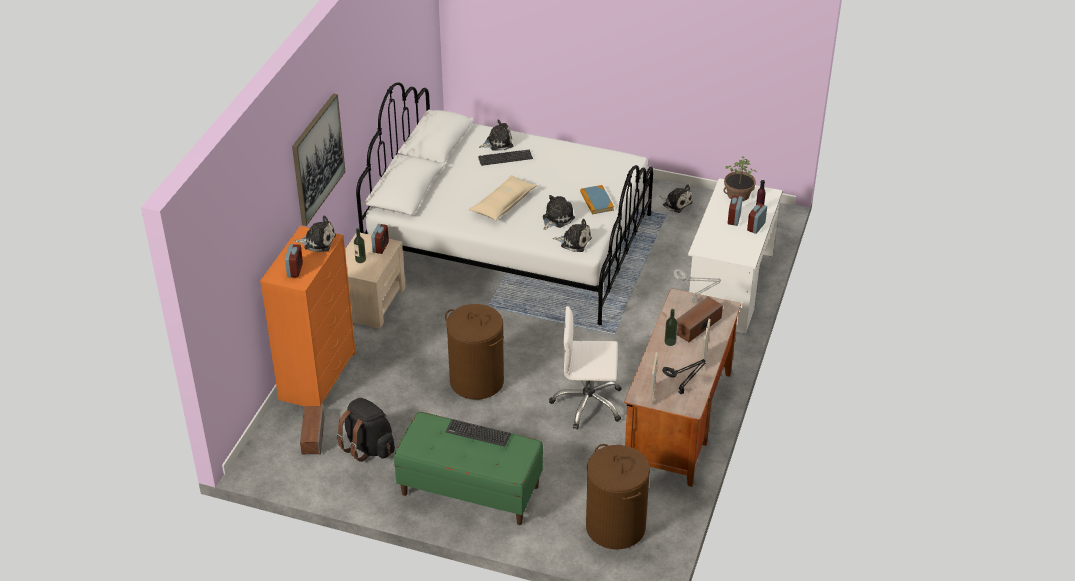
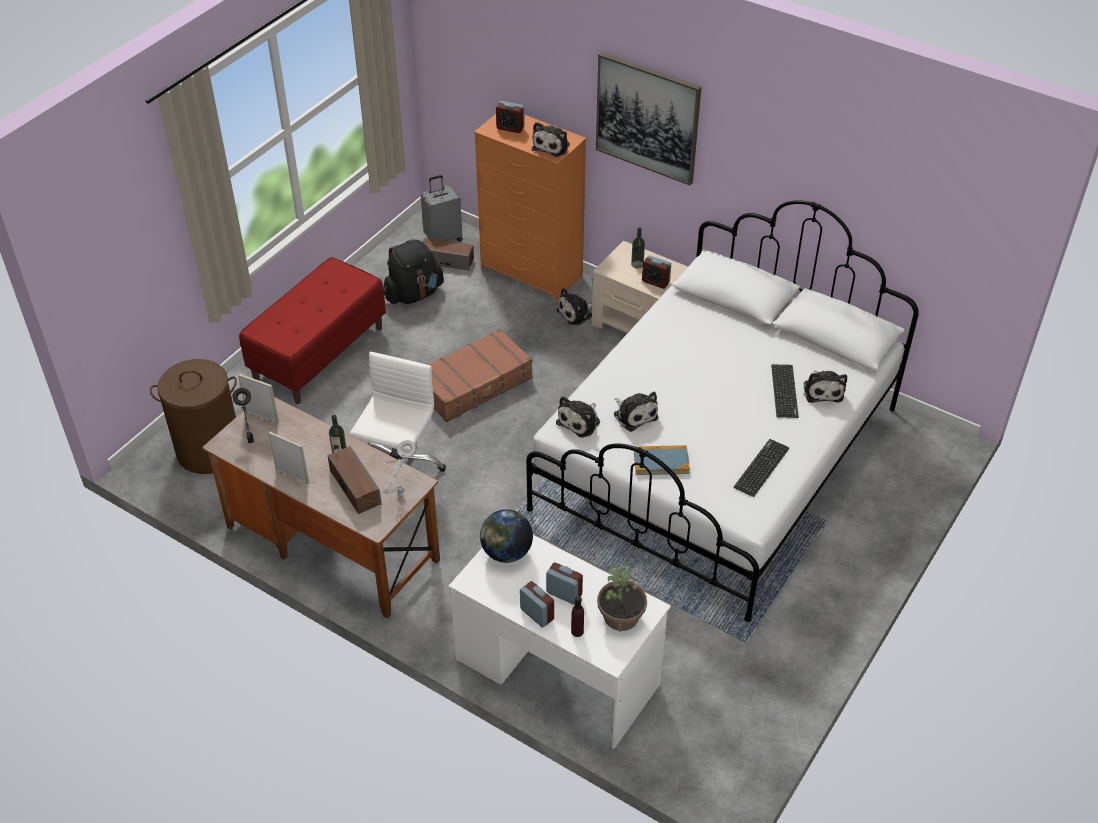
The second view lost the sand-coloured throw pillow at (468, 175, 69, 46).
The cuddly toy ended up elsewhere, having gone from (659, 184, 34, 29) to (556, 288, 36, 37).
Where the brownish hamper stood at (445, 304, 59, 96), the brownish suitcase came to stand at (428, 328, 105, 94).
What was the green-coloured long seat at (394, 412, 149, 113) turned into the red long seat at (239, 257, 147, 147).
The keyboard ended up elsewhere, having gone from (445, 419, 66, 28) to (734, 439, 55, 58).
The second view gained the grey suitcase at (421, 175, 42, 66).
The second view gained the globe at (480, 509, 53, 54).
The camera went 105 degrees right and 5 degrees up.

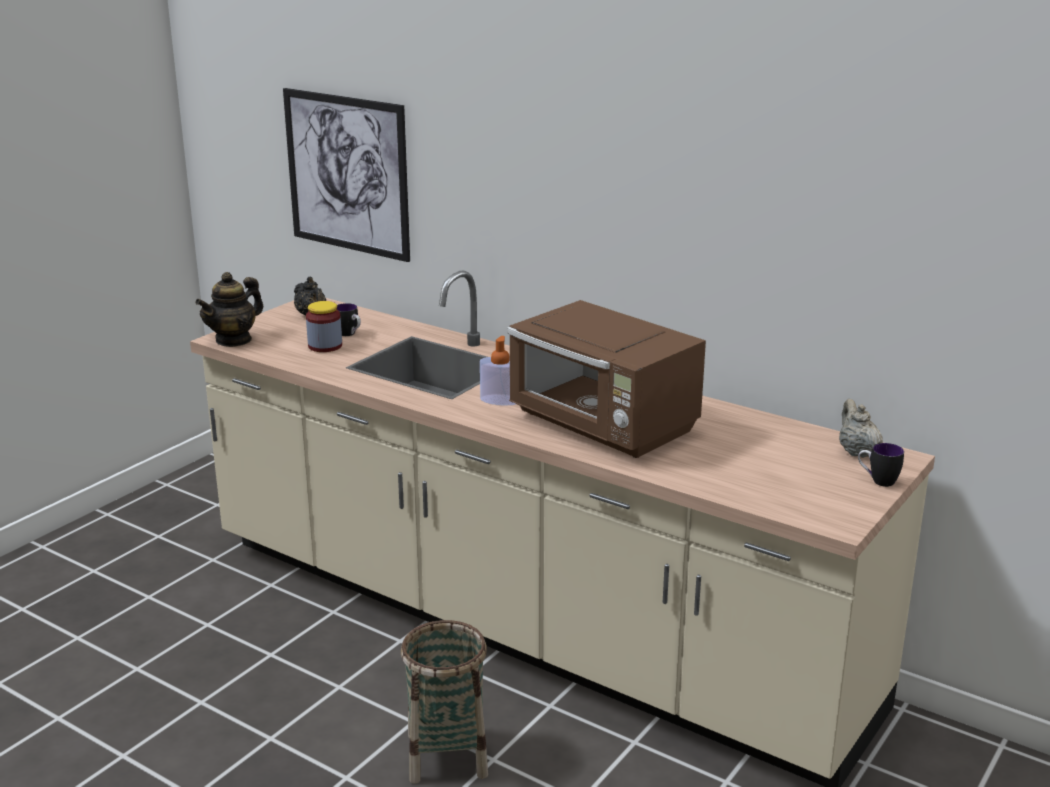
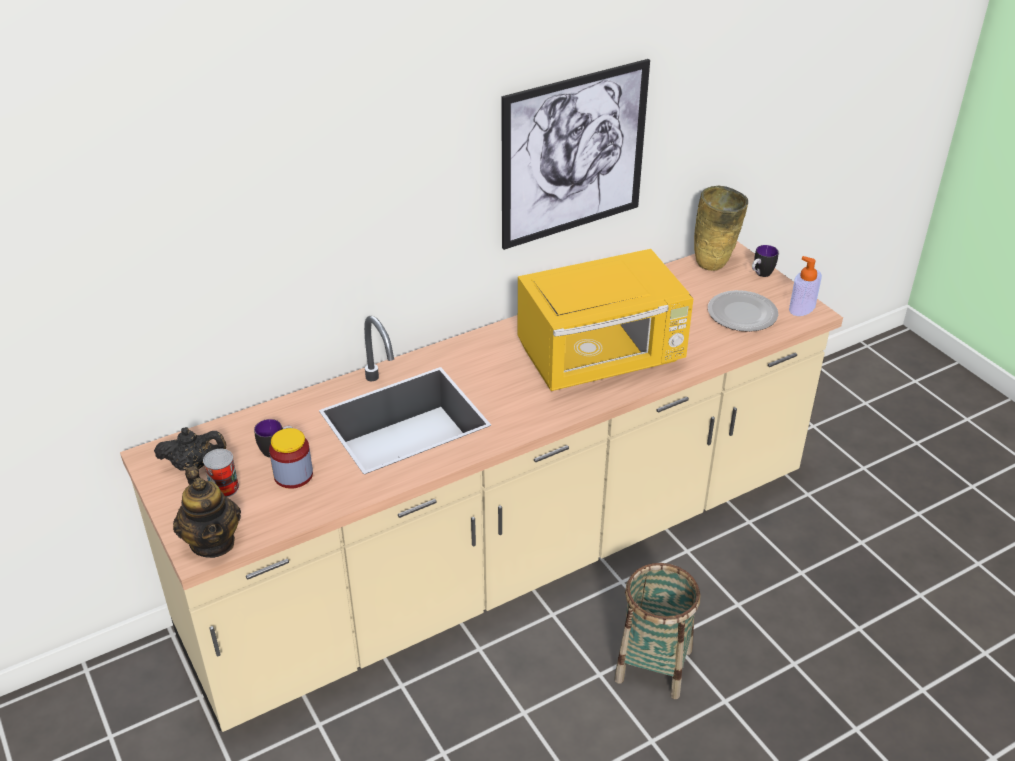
The wall art ended up elsewhere, having gone from (283, 88, 127, 174) to (501, 59, 149, 191).
What was the brownish kitchen microwave at (507, 300, 199, 158) turned into the yellowish kitchen microwave at (517, 249, 177, 142).
The liquid soap bottle ended up elsewhere, having gone from (480, 336, 35, 70) to (789, 256, 33, 60).
Where the sand-coloured teapot stood at (839, 399, 44, 59), the sand-coloured decorative vase came to stand at (694, 186, 54, 85).
The second view gained the dinner plate at (708, 290, 70, 42).
The second view gained the metal can at (203, 449, 36, 48).
The camera went 65 degrees left and 15 degrees up.

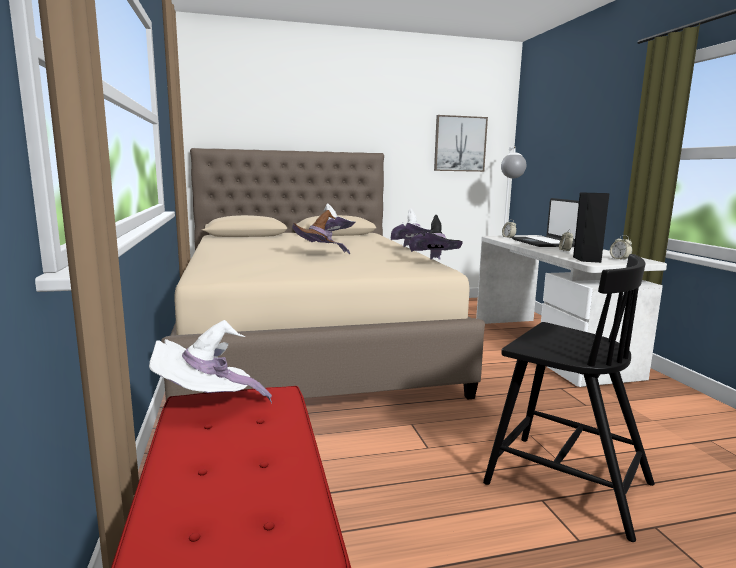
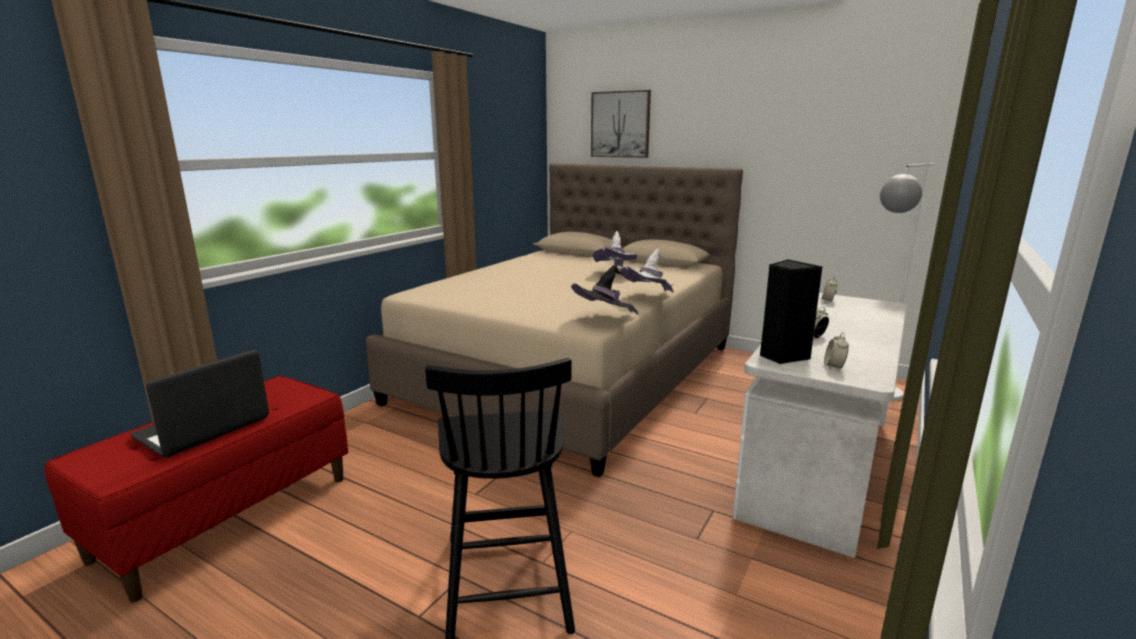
The wall art ended up elsewhere, having gone from (434, 115, 54, 57) to (591, 90, 60, 68).
The portable computer ended up elsewhere, having gone from (512, 198, 67, 49) to (130, 350, 139, 107).
The second view lost the brownish wearable hat at (292, 210, 58, 44).
The second view lost the white wearable hat at (149, 320, 123, 84).
The camera went 45 degrees right and 5 degrees up.

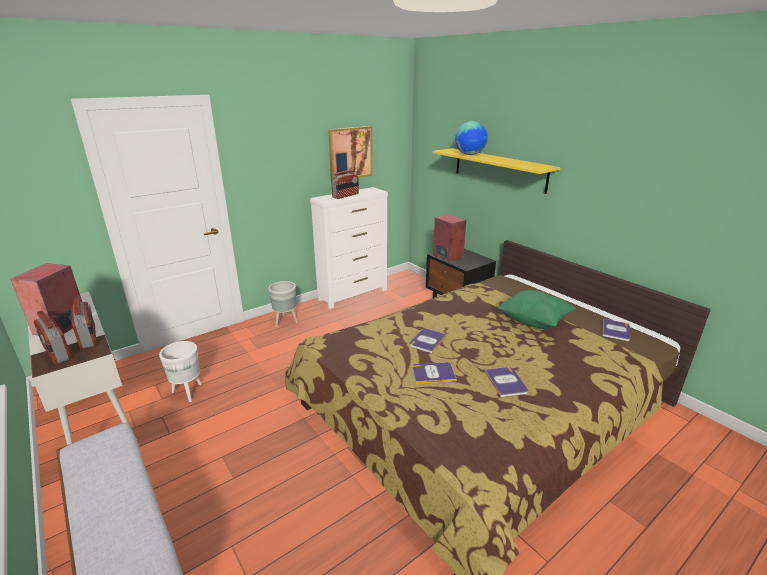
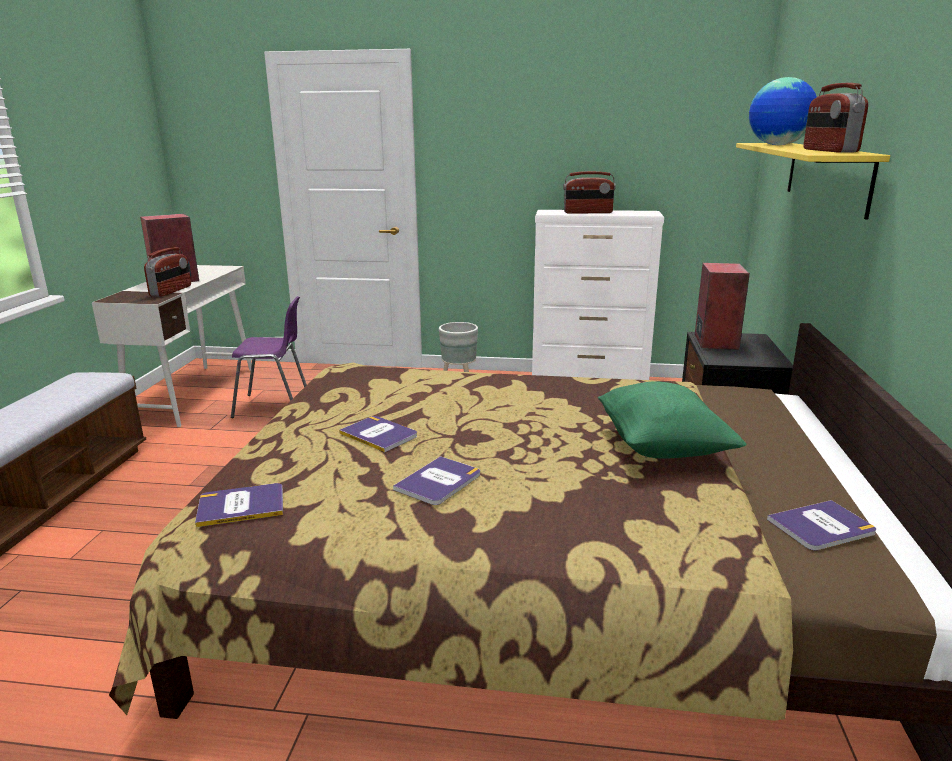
The second view lost the wall art at (328, 126, 45, 55).
The radio receiver ended up elsewhere, having gone from (34, 311, 37, 53) to (804, 83, 64, 70).
The bound book ended up elsewhere, having gone from (409, 328, 38, 25) to (195, 483, 88, 44).
Where the white planter stood at (159, 341, 43, 61), the purple-coloured chair came to stand at (231, 296, 76, 122).
The camera went 45 degrees right and 5 degrees down.

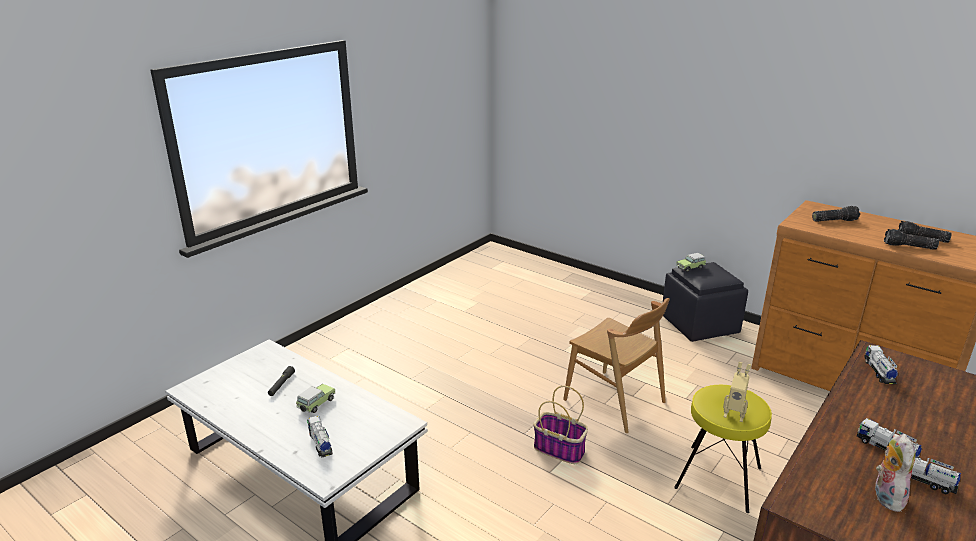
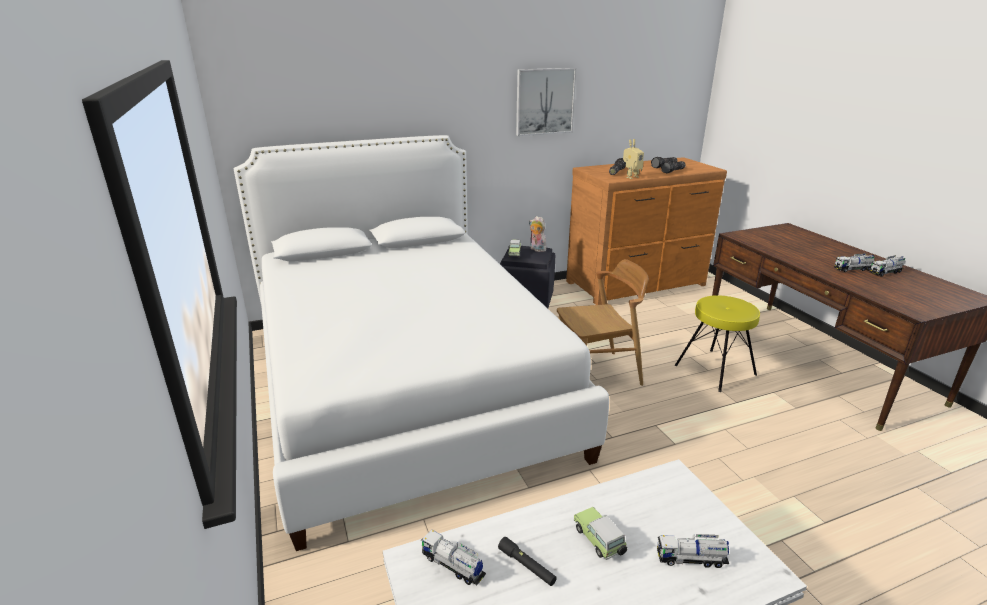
The toy lorry ended up elsewhere, having gone from (864, 345, 34, 39) to (422, 530, 64, 55).
The toy robot ended up elsewhere, having gone from (723, 362, 28, 60) to (623, 139, 21, 40).
The second view lost the household basket at (533, 386, 55, 78).
The cuddly toy ended up elsewhere, having gone from (875, 434, 41, 78) to (529, 216, 17, 36).
The second view gained the wall art at (516, 68, 60, 68).
The second view gained the white bed at (234, 135, 375, 416).
The camera went 60 degrees left and 0 degrees up.

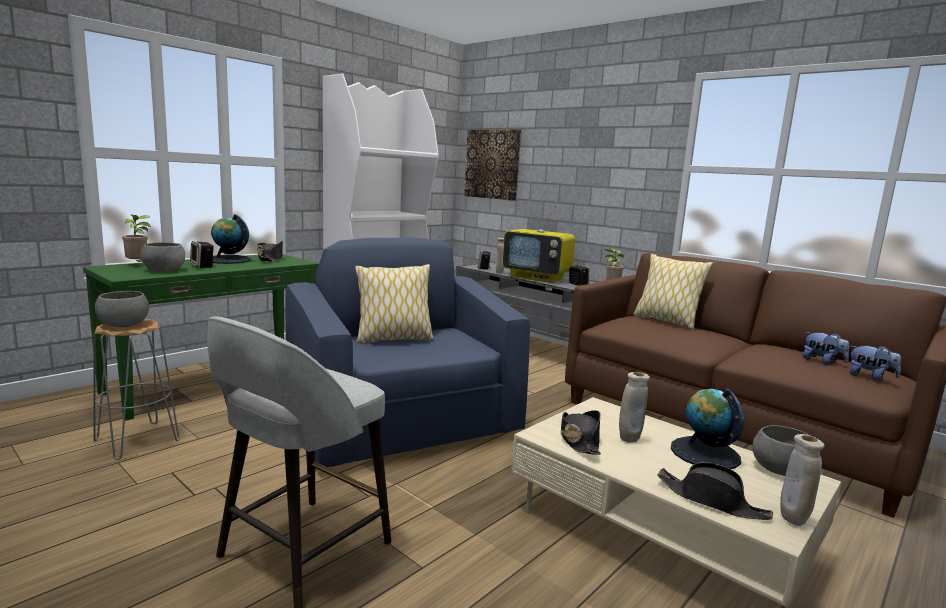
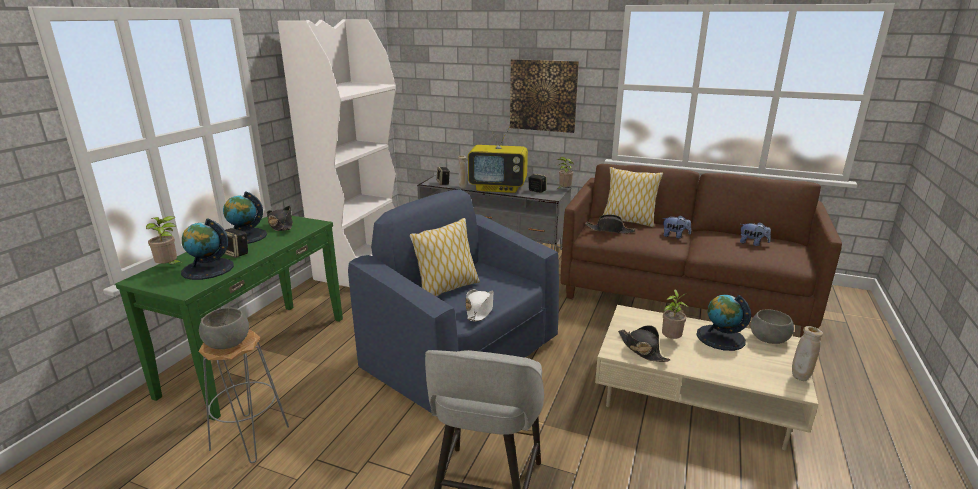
The wall art ended up elsewhere, having gone from (464, 129, 57, 72) to (510, 59, 69, 74).
Where the grey serving bowl stood at (140, 242, 45, 29), the globe came to stand at (181, 219, 53, 61).
The cuddly toy ended up elsewhere, having gone from (850, 345, 51, 36) to (662, 215, 29, 23).
Where the sand-coloured decorative vase stood at (619, 372, 31, 71), the houseplant came to stand at (662, 290, 26, 49).
The black wearable hat ended up elsewhere, having gone from (657, 462, 116, 58) to (585, 214, 51, 20).
The second view gained the white wearable hat at (466, 289, 28, 33).
The camera went 20 degrees left and 10 degrees up.

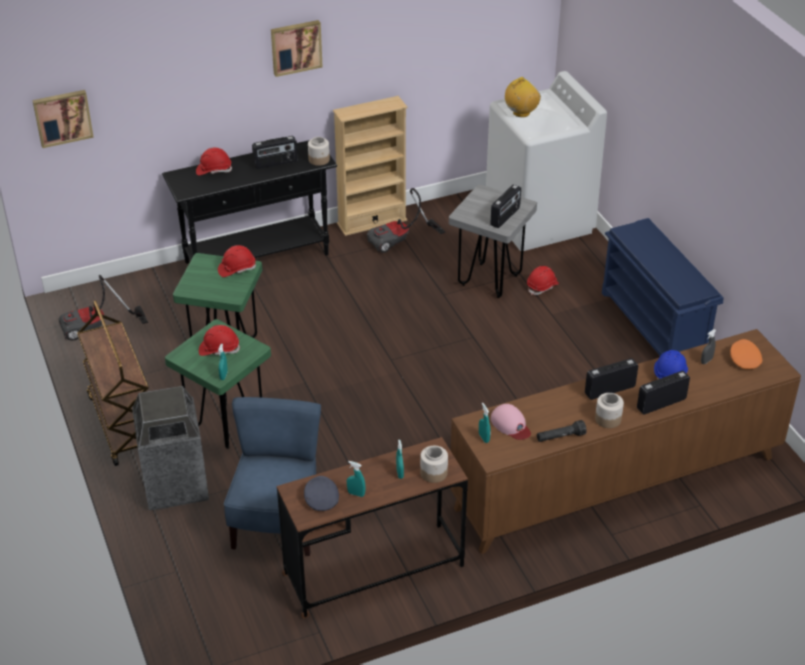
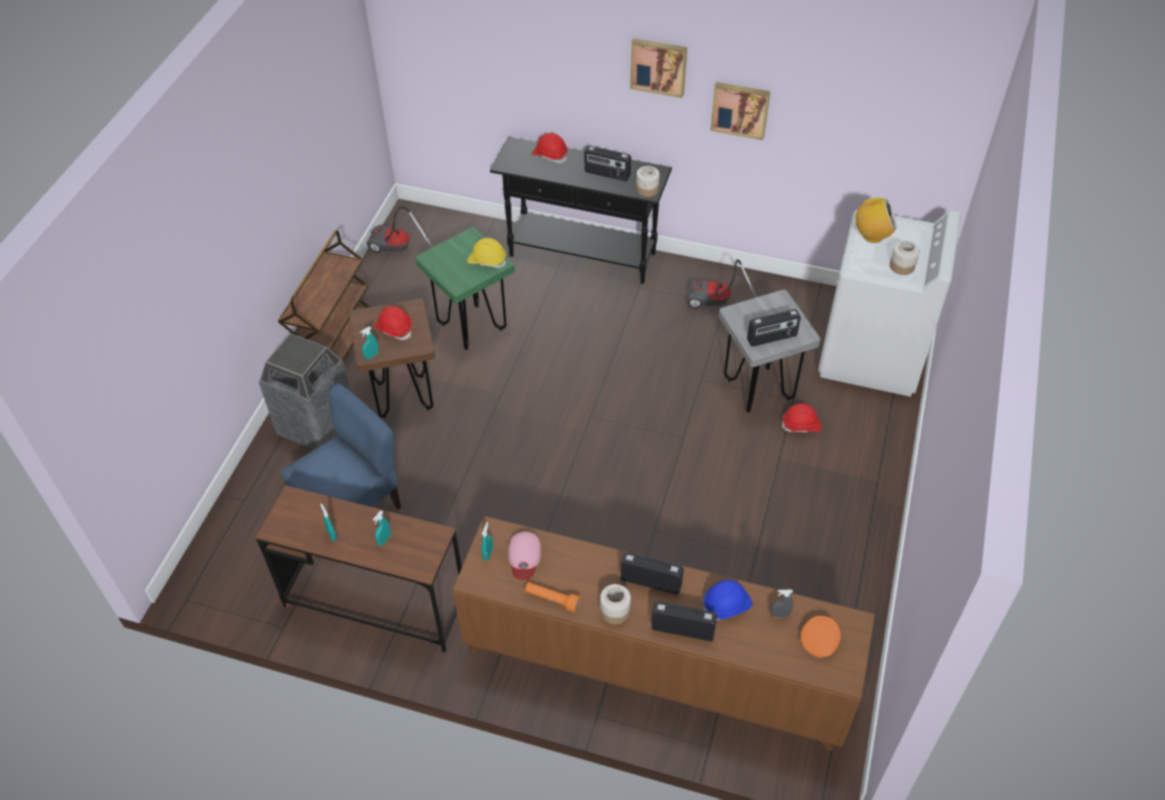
The wall art ended up elsewhere, having gone from (32, 90, 62, 58) to (710, 82, 60, 58).
The second view lost the sand-coloured bookshelf at (333, 96, 75, 140).
The second view lost the bluish shoe shelf at (602, 218, 122, 138).
What was the red hard hat at (218, 245, 38, 32) turned into the yellowish hard hat at (468, 238, 39, 30).
What was the green-coloured stool seat at (165, 319, 106, 130) turned into the brownish stool seat at (349, 299, 86, 119).
What was the black torch at (537, 420, 50, 22) turned into the orangey torch at (525, 582, 56, 30).
The jar ended up elsewhere, having gone from (420, 446, 28, 37) to (890, 241, 30, 34).
The second view lost the grey cap at (304, 476, 35, 35).
The camera went 40 degrees right and 10 degrees up.

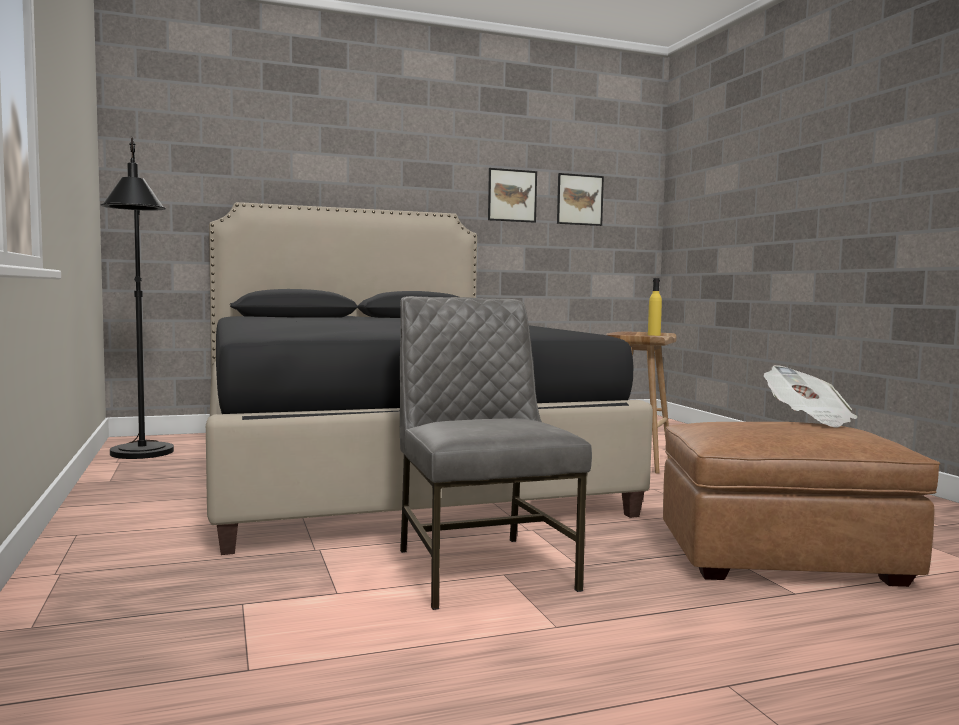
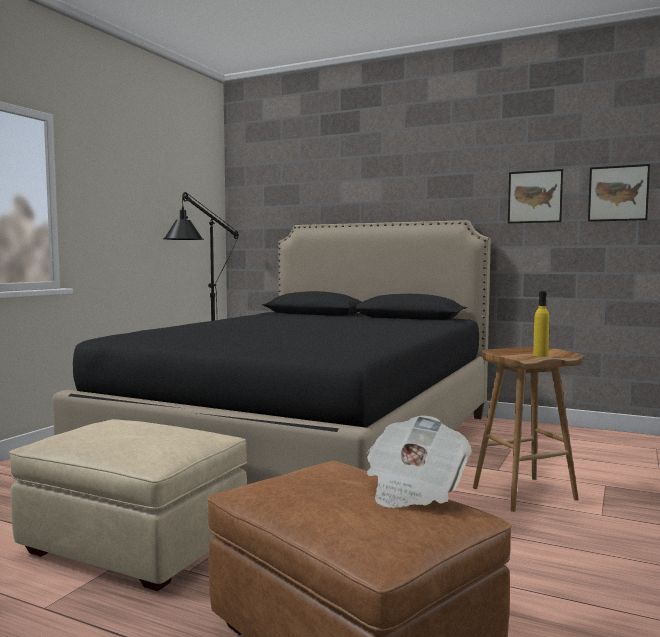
Where the grey chair stood at (400, 296, 192, 314), the sand-coloured footrest came to stand at (9, 419, 238, 172).
The camera went 45 degrees right and 0 degrees up.

